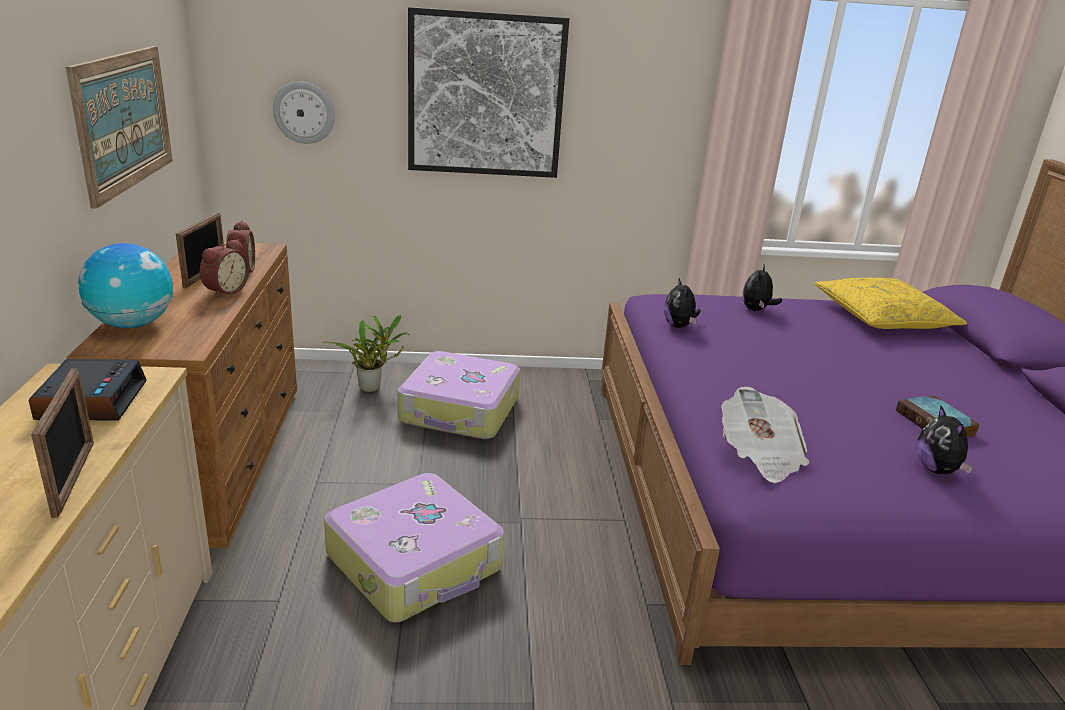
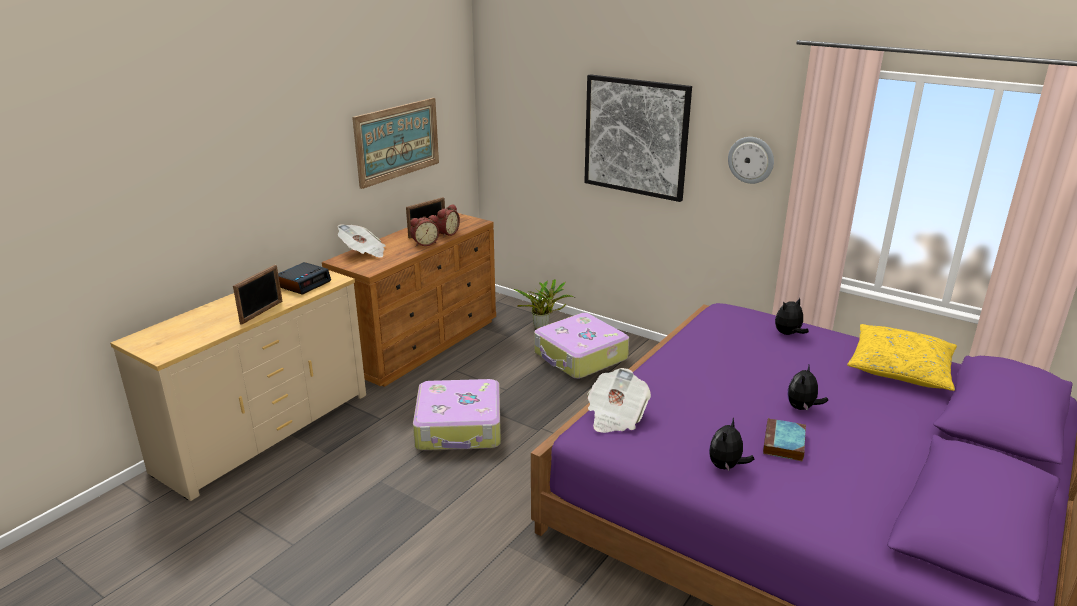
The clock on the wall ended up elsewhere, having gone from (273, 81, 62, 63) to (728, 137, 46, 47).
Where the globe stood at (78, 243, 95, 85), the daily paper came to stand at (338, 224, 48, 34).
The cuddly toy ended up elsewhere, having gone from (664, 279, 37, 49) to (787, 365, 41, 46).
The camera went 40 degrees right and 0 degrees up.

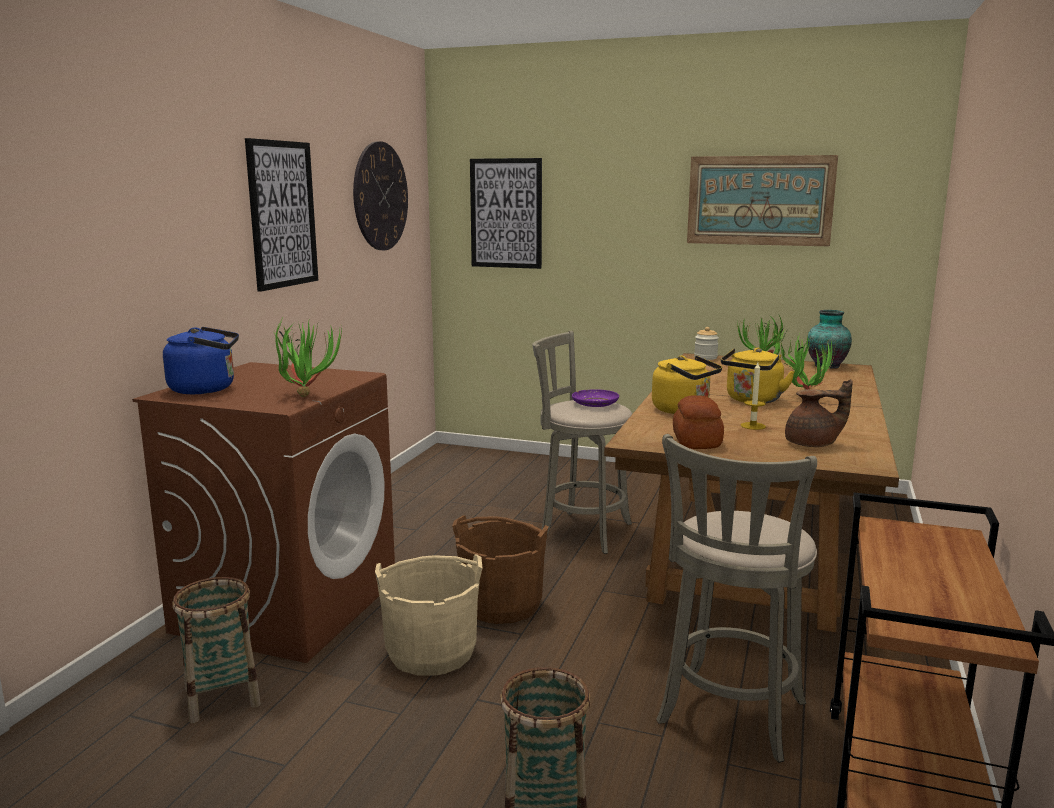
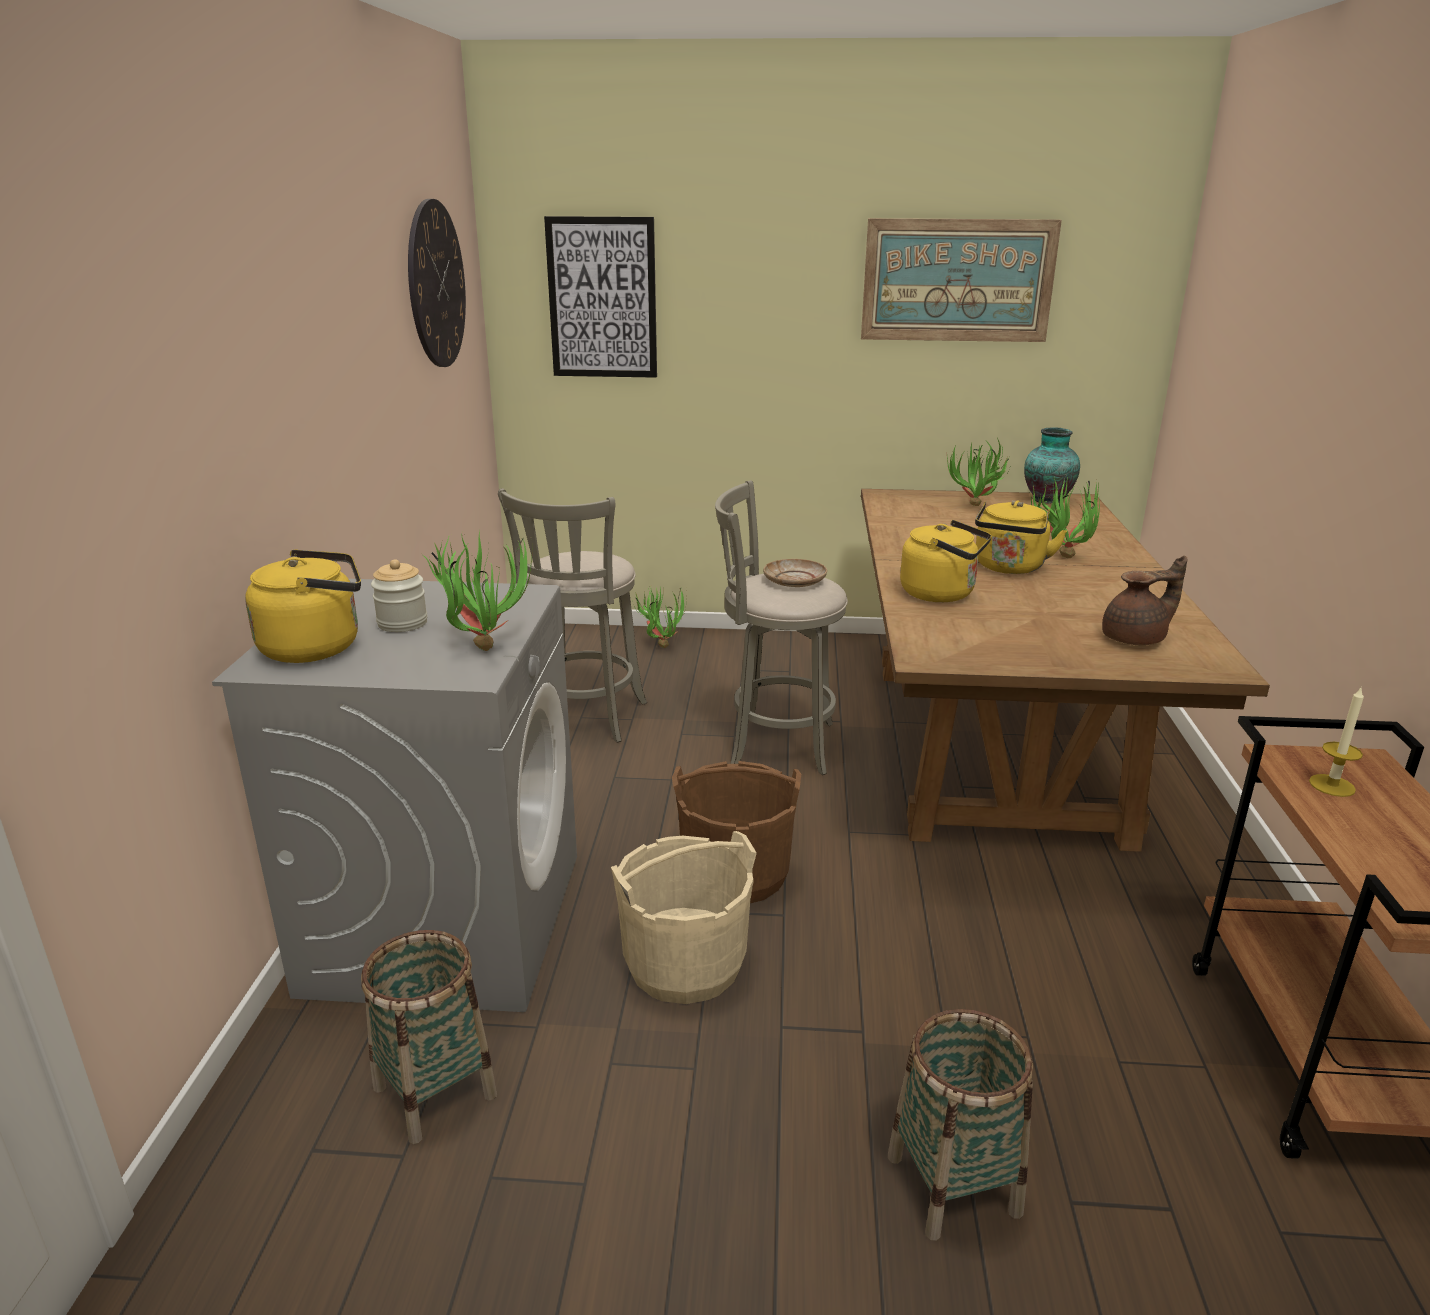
The second view lost the wall art at (245, 138, 73, 154).
What was the bluish water kettle at (163, 327, 76, 67) turned into the yellowish water kettle at (245, 549, 116, 114).
The jar ended up elsewhere, having gone from (694, 327, 25, 33) to (371, 560, 57, 72).
What was the brownish washing machine at (132, 362, 263, 301) turned into the grey washing machine at (212, 579, 365, 433).
The wax candle ended up elsewhere, having gone from (741, 363, 25, 67) to (1309, 686, 55, 111).
What was the purple-coloured dinner plate at (572, 389, 47, 18) turned into the sand-coloured dinner plate at (763, 559, 64, 28).
The second view lost the bakery bread at (673, 395, 51, 54).
The grey stool seat ended up elsewhere, having gone from (656, 434, 161, 329) to (498, 488, 149, 255).
The second view gained the houseplant at (631, 587, 56, 61).
The camera went 15 degrees left and 10 degrees up.

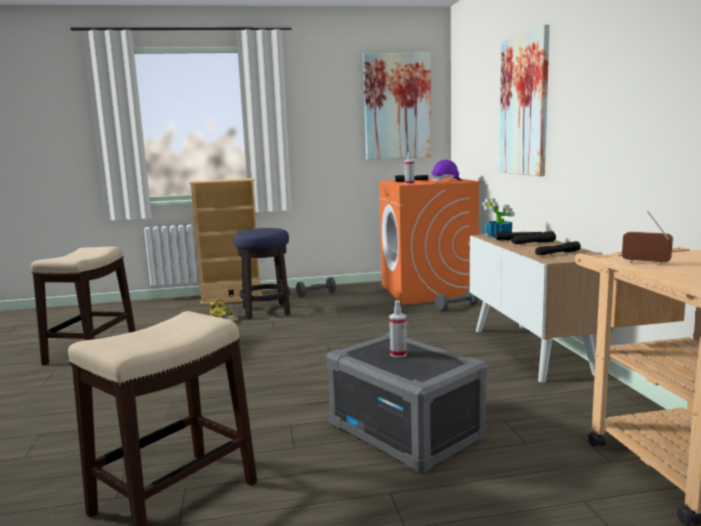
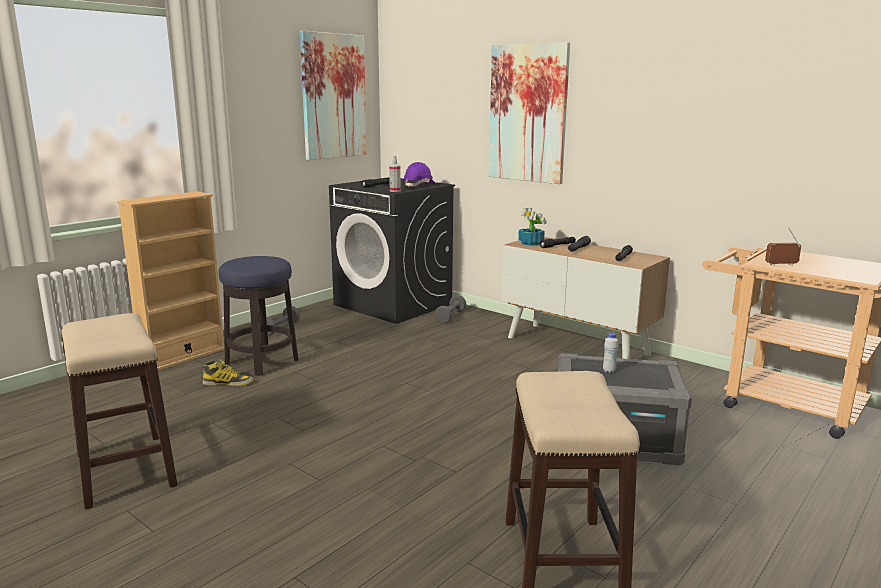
What was the orangey washing machine at (379, 178, 103, 127) turned into the black washing machine at (329, 177, 126, 147).
Where the spray bottle stood at (389, 300, 18, 58), the white bottle came to stand at (603, 332, 15, 41).
The camera went 40 degrees left and 5 degrees up.

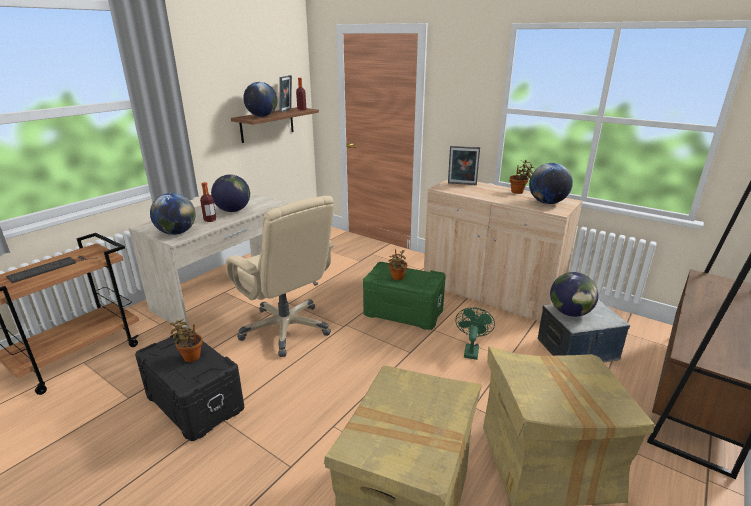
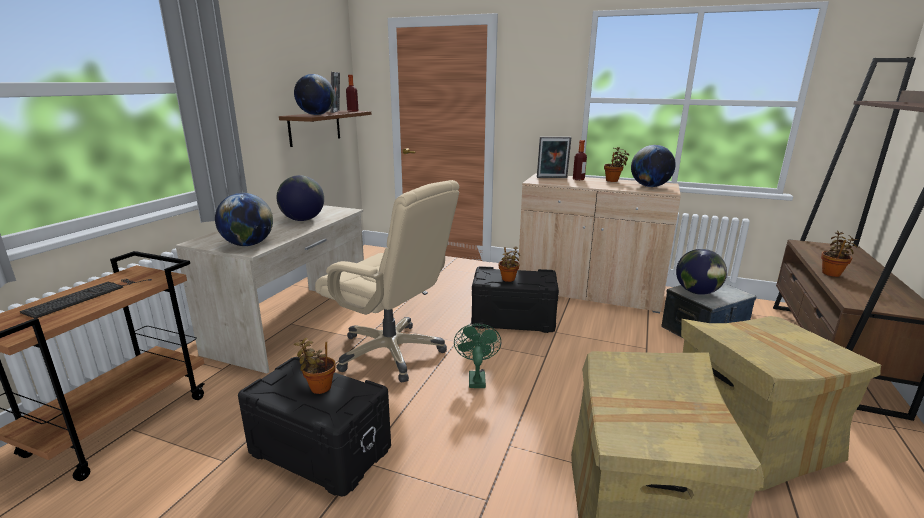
The bottle ended up elsewhere, having gone from (200, 182, 16, 40) to (573, 140, 14, 40).
What was the green-coloured storage container at (363, 262, 83, 68) turned into the black storage container at (471, 266, 88, 67).
The green-coloured fan ended up elsewhere, having gone from (455, 307, 40, 53) to (454, 323, 47, 65).
The second view gained the houseplant at (821, 230, 37, 47).
The camera went 15 degrees left and 5 degrees down.

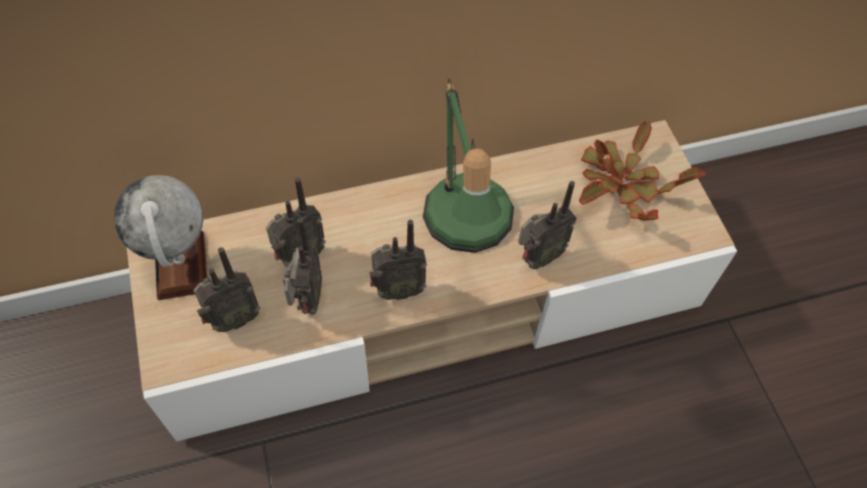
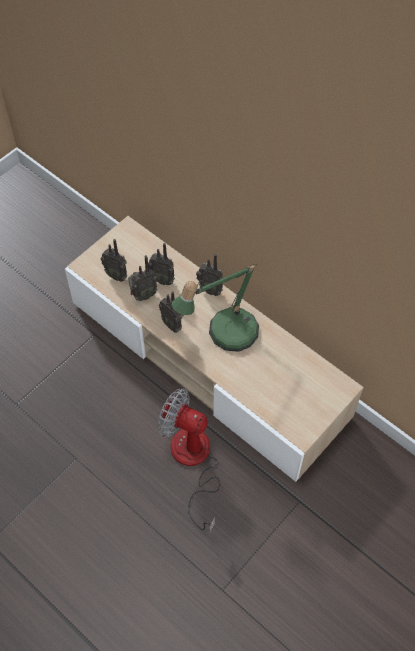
The second view lost the houseplant at (579, 121, 127, 100).
The second view lost the globe at (114, 175, 93, 125).
The radio receiver ended up elsewhere, having gone from (518, 181, 59, 88) to (196, 254, 27, 42).
The second view gained the fan at (158, 388, 62, 145).
The camera went 60 degrees right and 0 degrees up.

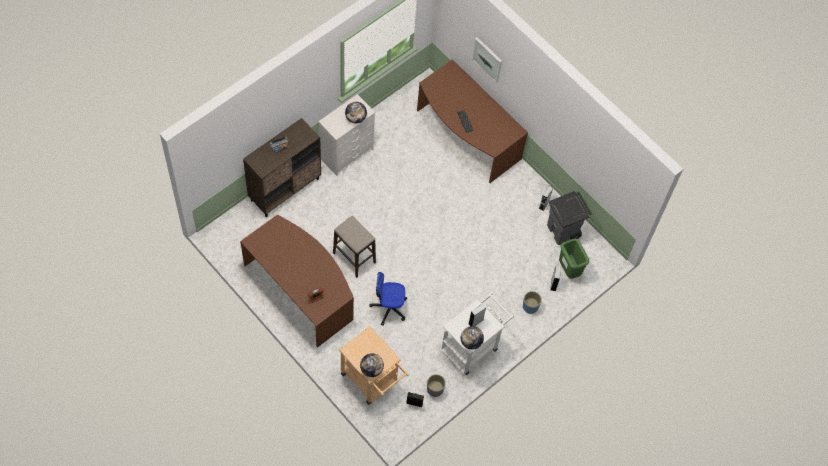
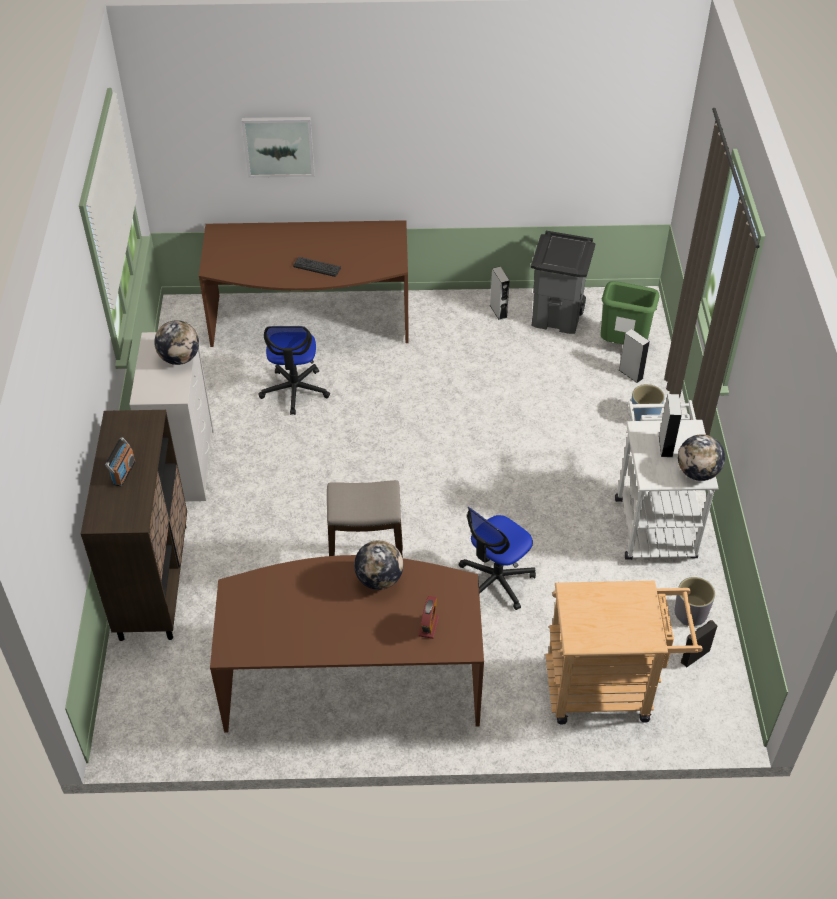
The globe ended up elsewhere, having gone from (360, 353, 24, 24) to (354, 540, 49, 50).
The second view gained the office chair at (258, 326, 72, 89).
The camera went 45 degrees left and 15 degrees down.

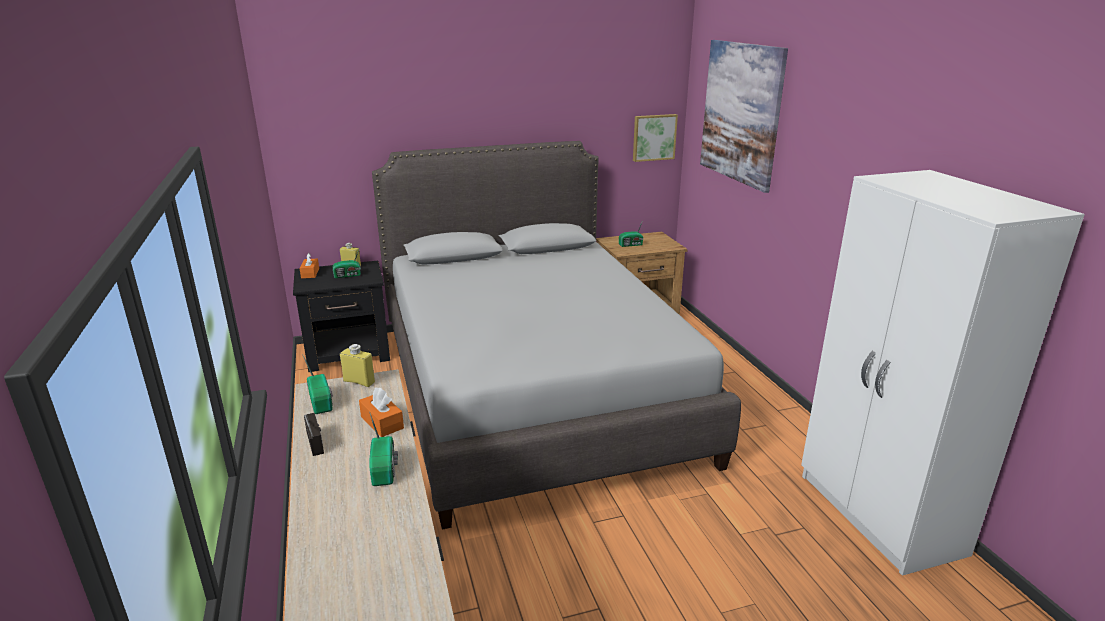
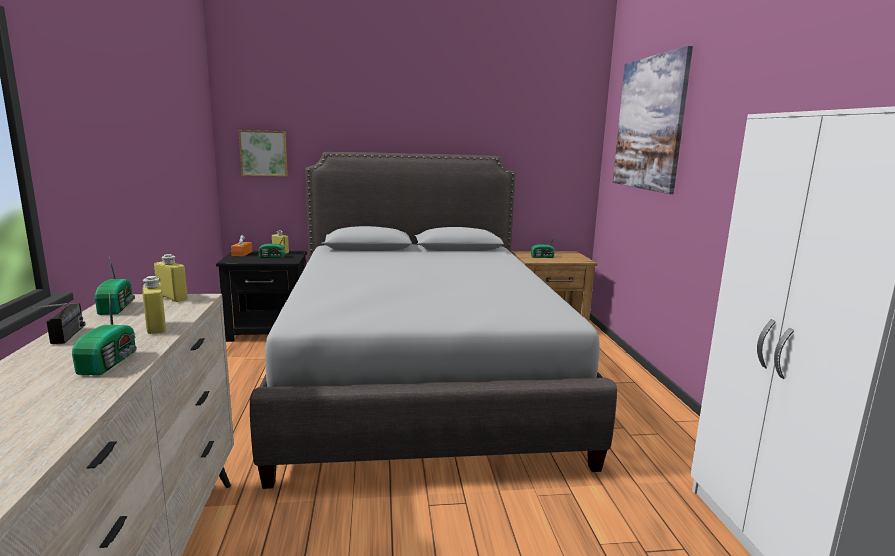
The wall art ended up elsewhere, having gone from (633, 114, 45, 48) to (239, 130, 49, 46).
Where the orangey box of tissues stood at (359, 387, 45, 50), the yellowish bottle came to stand at (143, 276, 23, 58).
The camera went 10 degrees right and 10 degrees down.

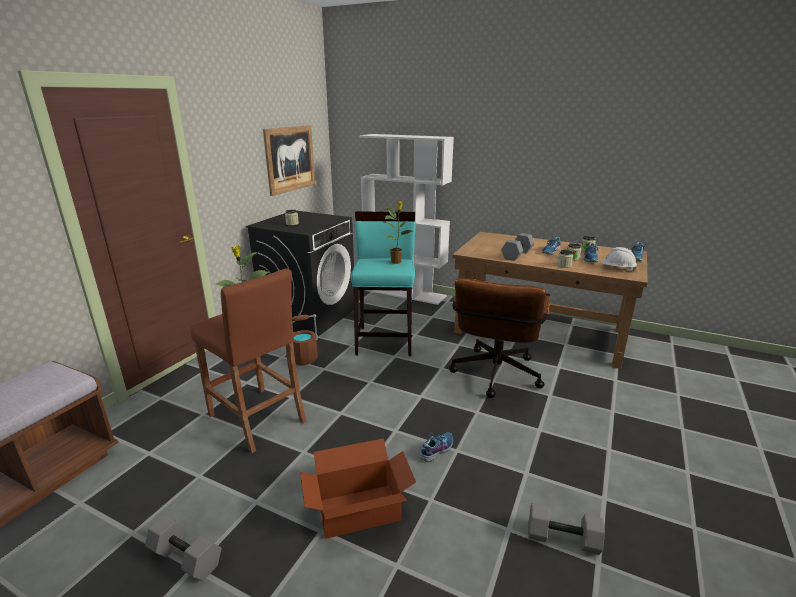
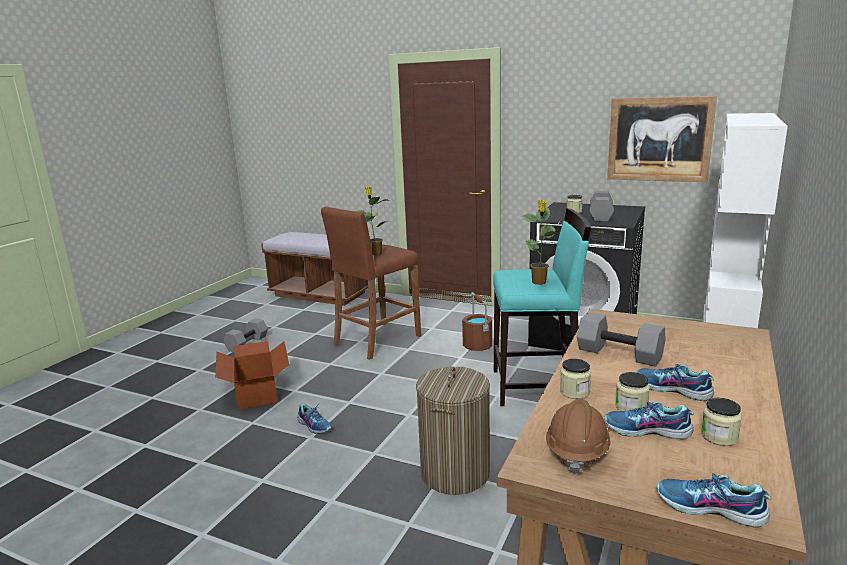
What was the white hard hat at (601, 247, 36, 24) turned into the brownish hard hat at (546, 398, 65, 76).
Where the brownish office chair stood at (449, 278, 101, 120), the hamper came to stand at (416, 367, 74, 128).
The grey dumbbell ended up elsewhere, having gone from (528, 503, 77, 52) to (590, 191, 24, 31).
The camera went 90 degrees right and 5 degrees down.

